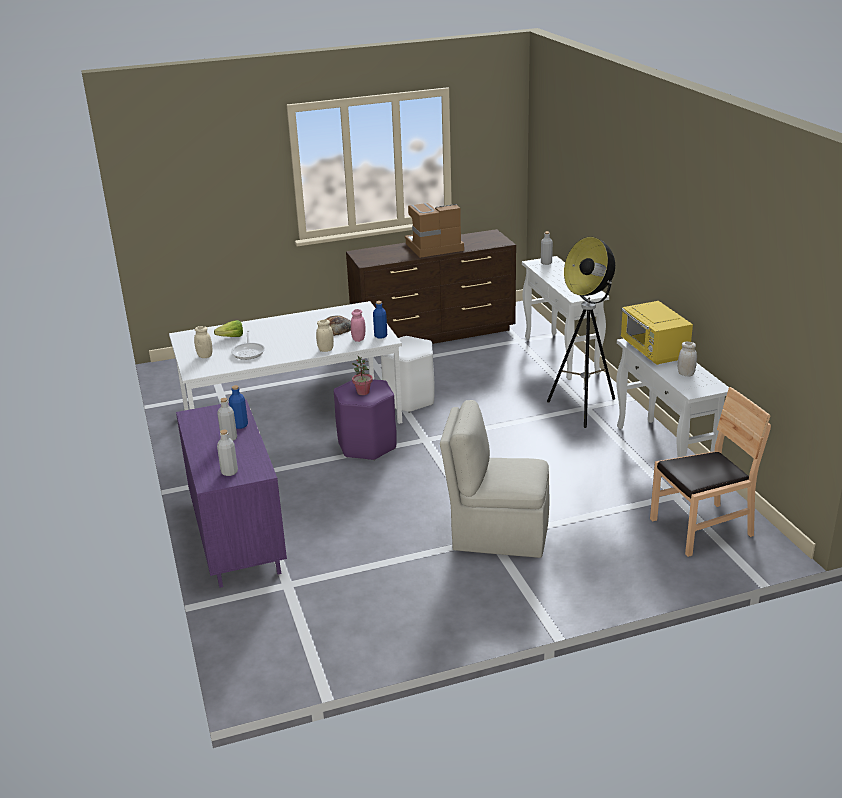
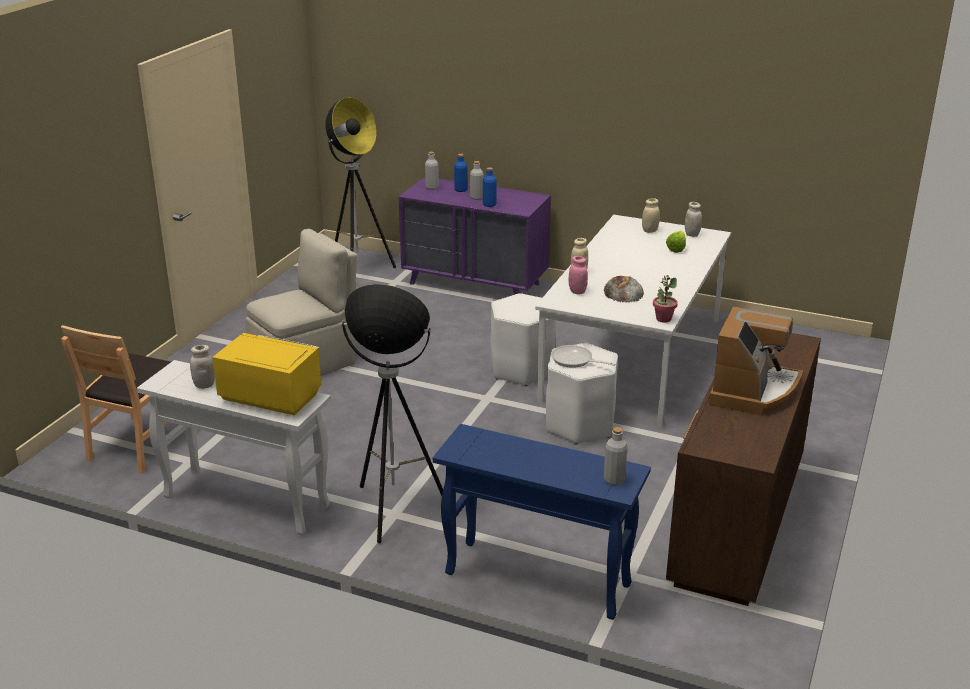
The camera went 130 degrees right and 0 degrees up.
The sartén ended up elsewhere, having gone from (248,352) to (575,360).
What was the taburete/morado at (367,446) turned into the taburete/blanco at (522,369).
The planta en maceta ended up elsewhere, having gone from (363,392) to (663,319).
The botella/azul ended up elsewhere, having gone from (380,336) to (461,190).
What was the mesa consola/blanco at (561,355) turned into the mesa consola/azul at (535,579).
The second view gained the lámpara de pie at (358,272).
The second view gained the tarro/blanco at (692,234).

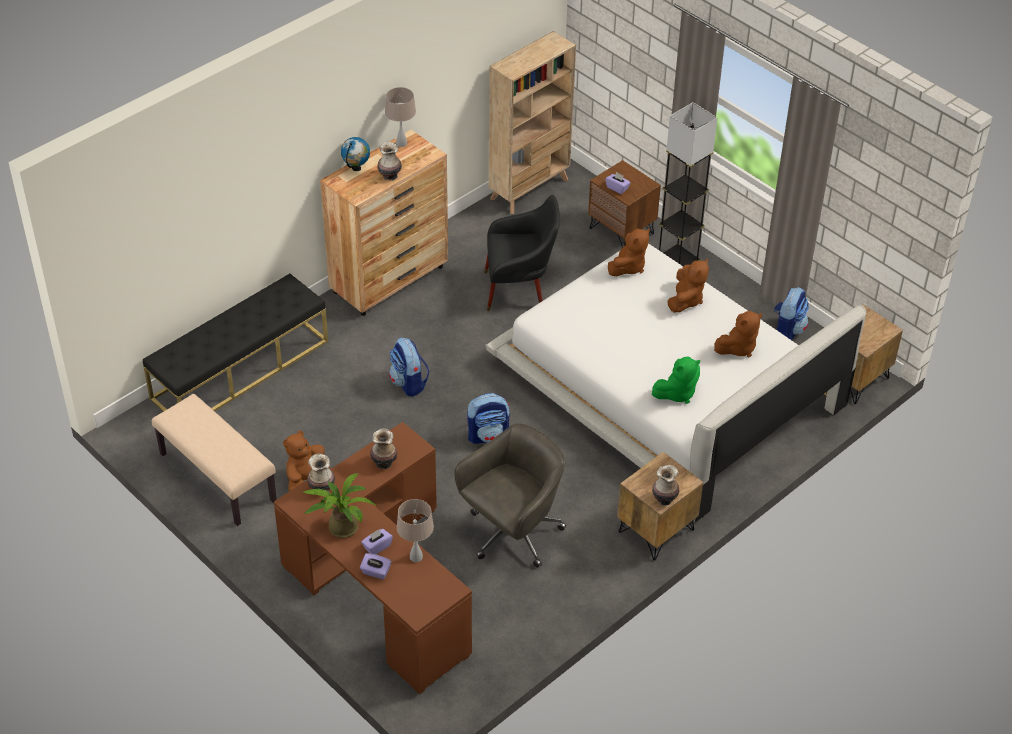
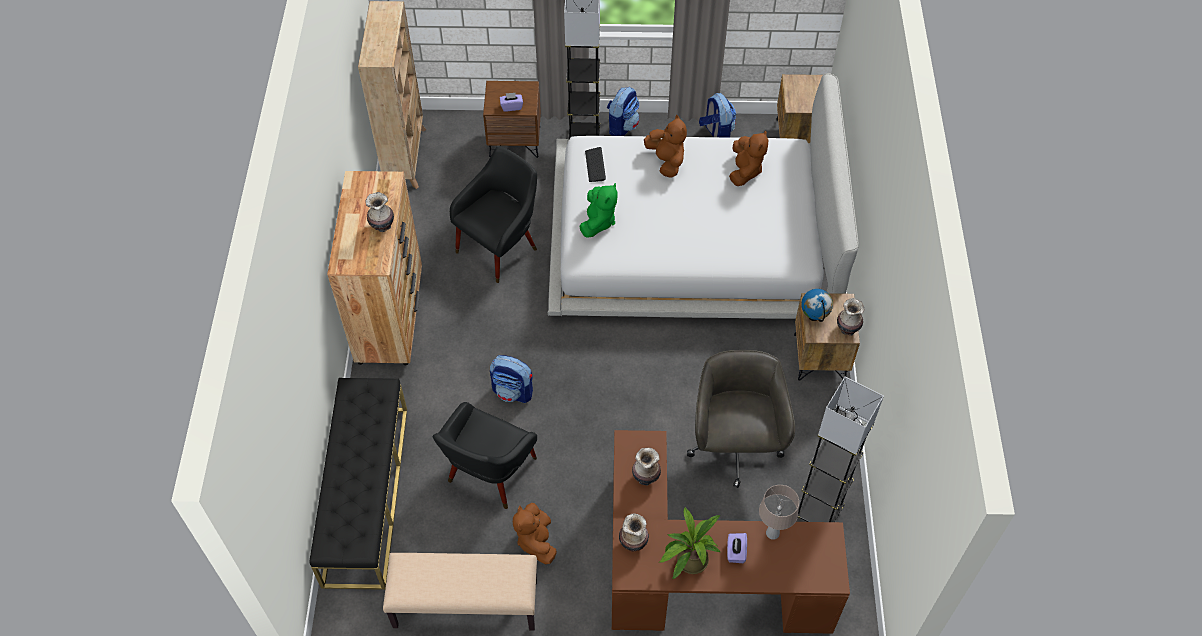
The camera went 45 degrees left and 10 degrees up.
The globo terráqueo ended up elsewhere, having gone from (356,168) to (814,317).
The second view lost the caja de pañuelos/morado at (375,572).
The second view lost the lámpara de mesa/beis at (401,143).
The mochila ended up elsewhere, having gone from (488,435) to (622,126).
Where the peluche/marrón stood at (628,267), the teclado came to stand at (595,165).
The peluche/verde ended up elsewhere, having gone from (677,393) to (598,222).
The second view gained the sillón/negro at (489,475).
The second view gained the lámpara de pie/gris at (818,512).

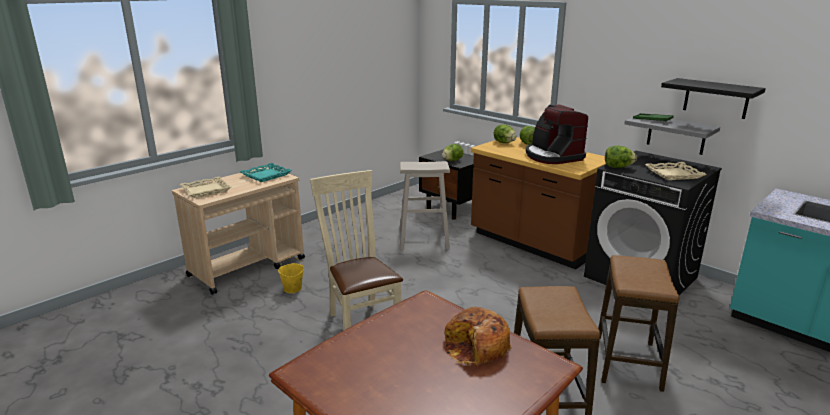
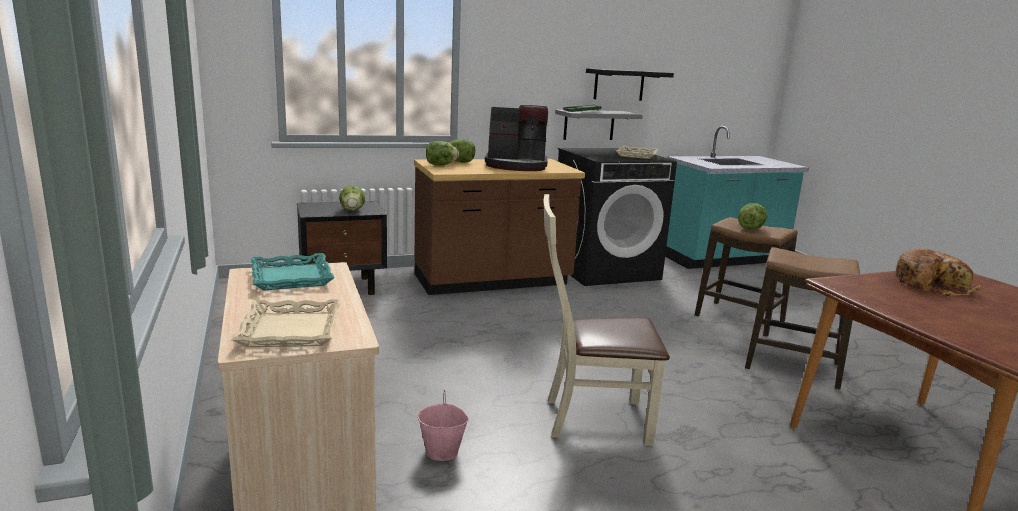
The camera went 65 degrees left and 5 degrees down.
What was the cubo/amarillo at (292,289) turned into the cubo/rosa at (442,451).
The second view lost the taburete/beis at (424,238).
The lechuga ended up elsewhere, having gone from (617,167) to (750,228).

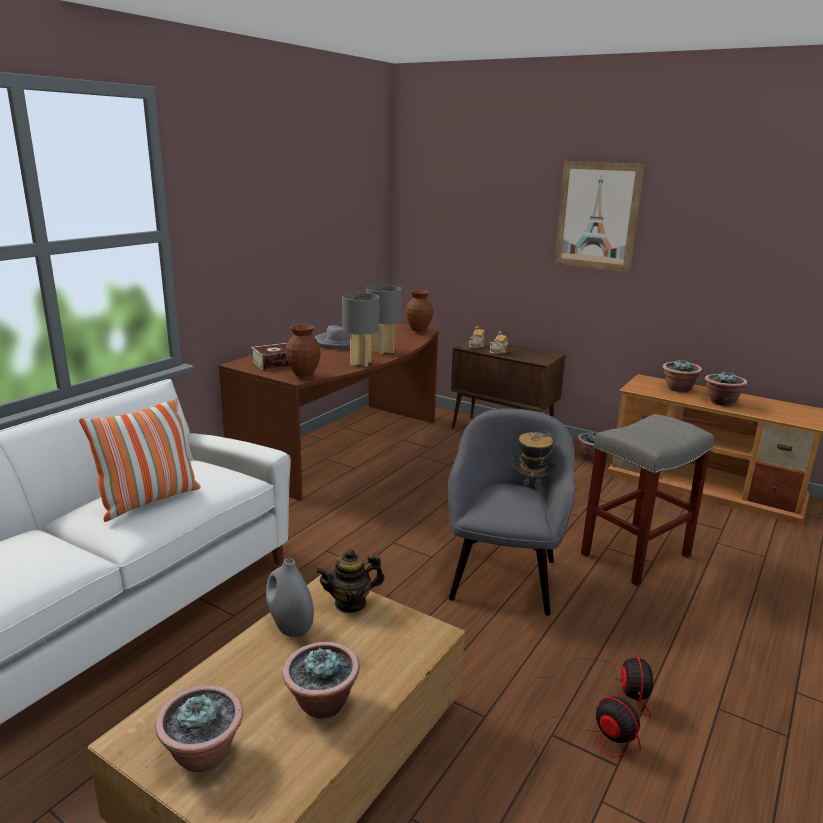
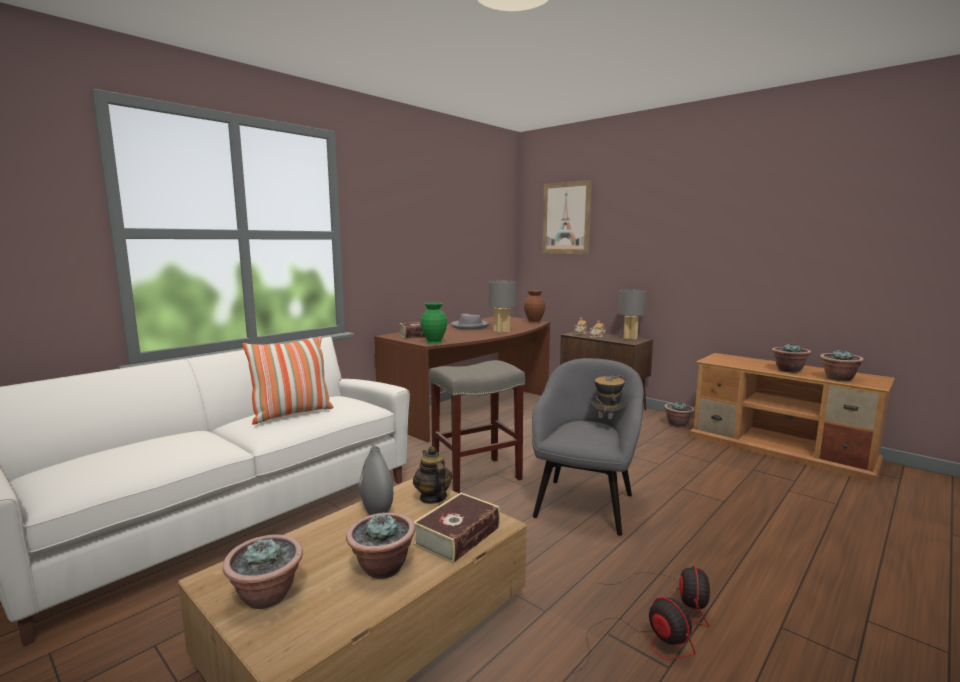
The camera went 10 degrees right and 10 degrees down.
What was the florero/marrón at (303,376) turned into the florero/verde at (433,342).
The tetera at (350,603) ended up facing another way, 75 degrees clockwise from before.
The lámpara de mesa/gris ended up elsewhere, having gone from (361,363) to (630,338).
The cuadro ended up elsewhere, having gone from (597,216) to (566,218).
The taburete/gris ended up elsewhere, having gone from (636,554) to (477,475).
The planta en maceta ended up elsewhere, having gone from (678,389) to (838,378).
The second view gained the libro at (457,536).

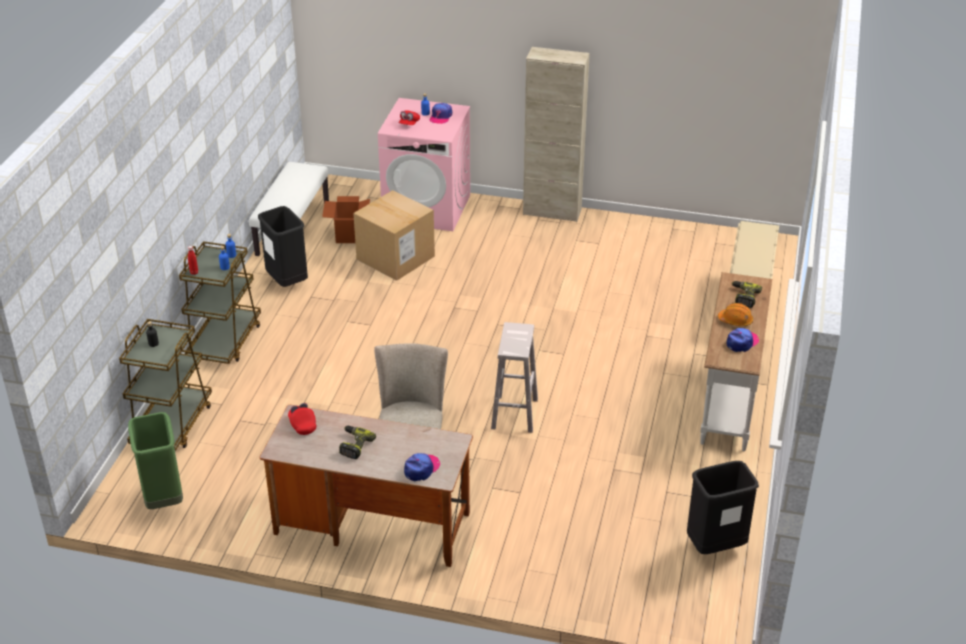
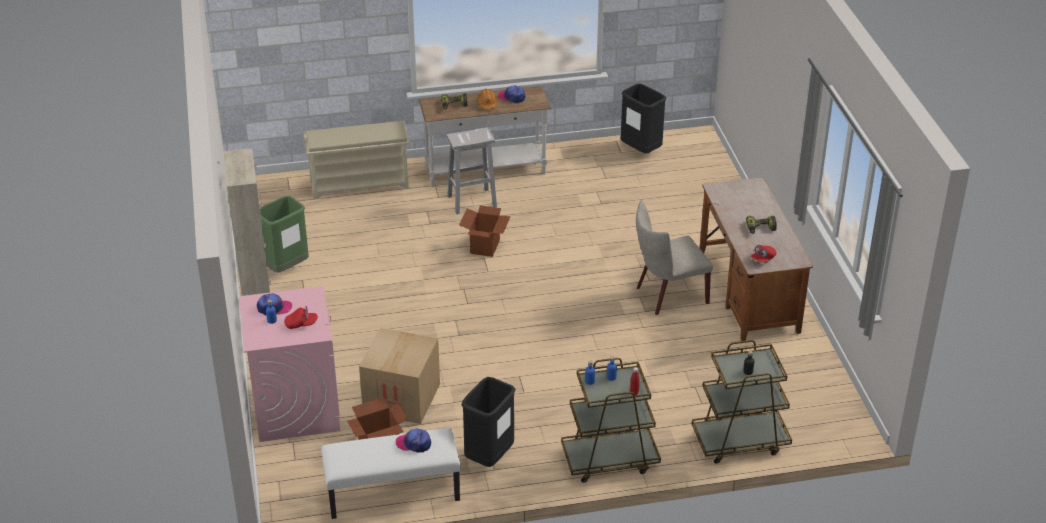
The camera went 115 degrees left and 0 degrees up.
The papelera/verde ended up elsewhere, having gone from (163,499) to (286,268).
The gorra ended up elsewhere, having gone from (421,469) to (414,443).
The taburete/blanco ended up elsewhere, having gone from (514,414) to (472,201).
The second view gained the caja de cartón at (485,246).

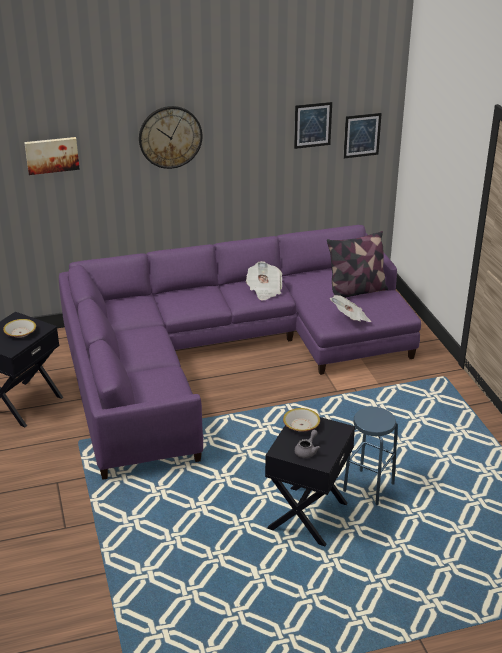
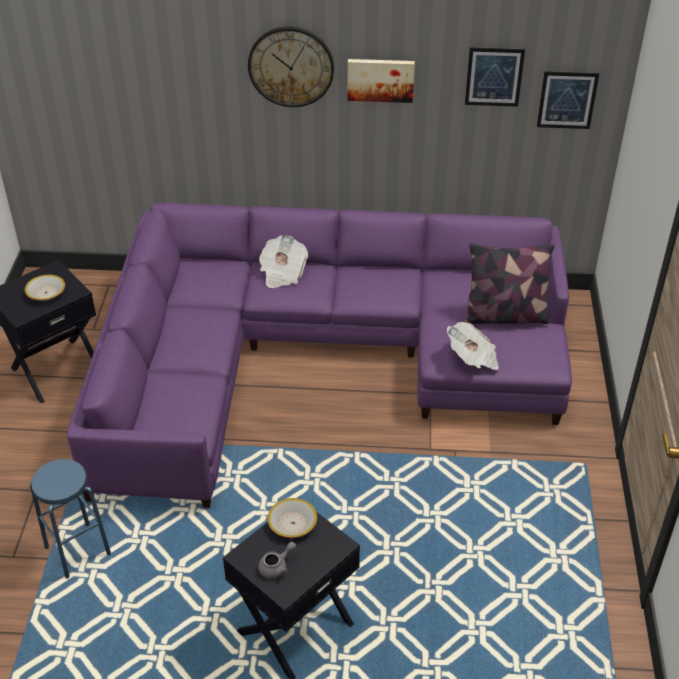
The camera went 20 degrees right and 10 degrees up.
The cuadro ended up elsewhere, having gone from (52,155) to (380,79).
The periódico ended up elsewhere, having gone from (264,290) to (282,273).
The taburete/azul ended up elsewhere, having gone from (368,487) to (78,550).

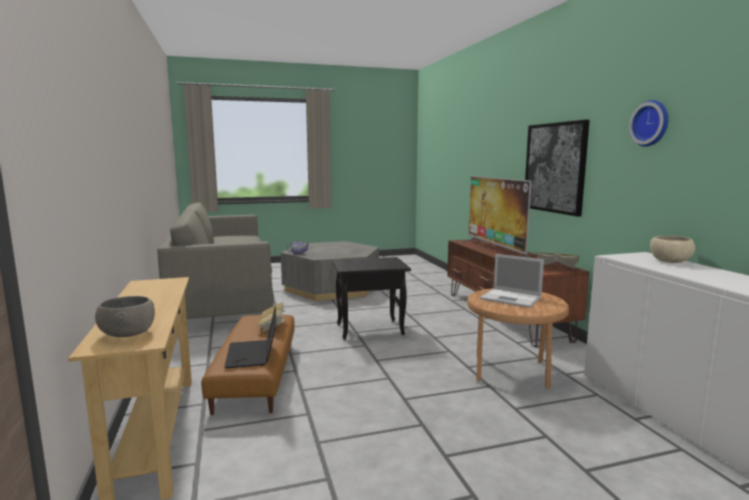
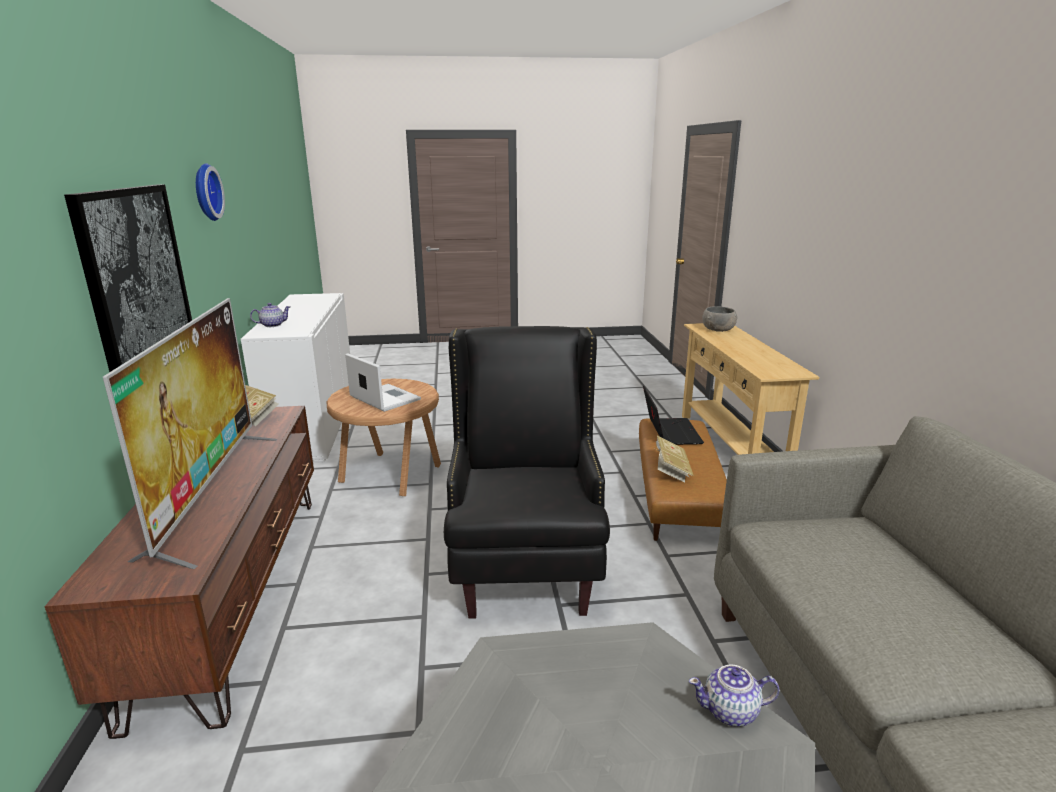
The camera went 170 degrees left and 10 degrees up.
Where the mesa auxiliar/negro stood at (369,330), the sillón/negro came to stand at (525,568).
Where the cuenco/beis stood at (670,261), the tetera came to stand at (272,325).

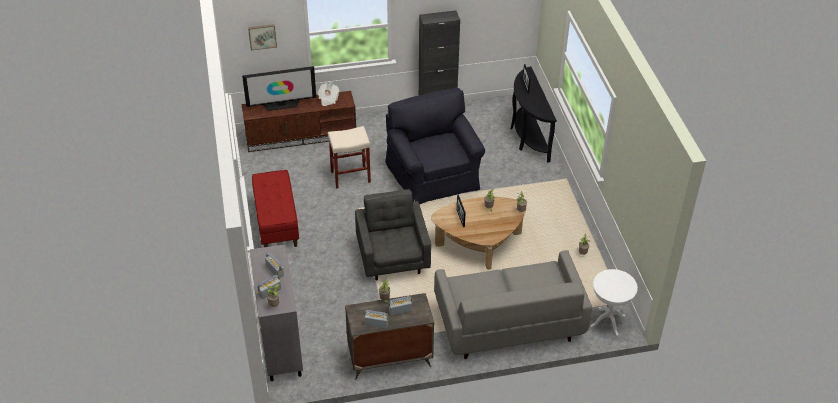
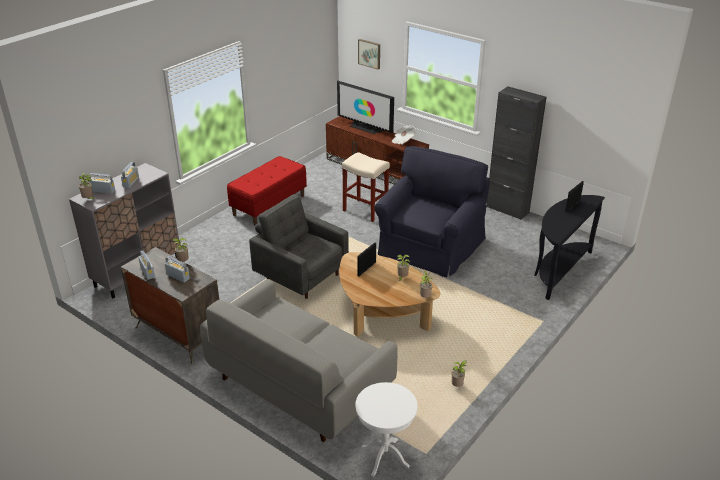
The camera went 50 degrees right and 10 degrees down.
The sillón/gris at (393,258) ended up facing another way, 90 degrees counterclockwise from before.

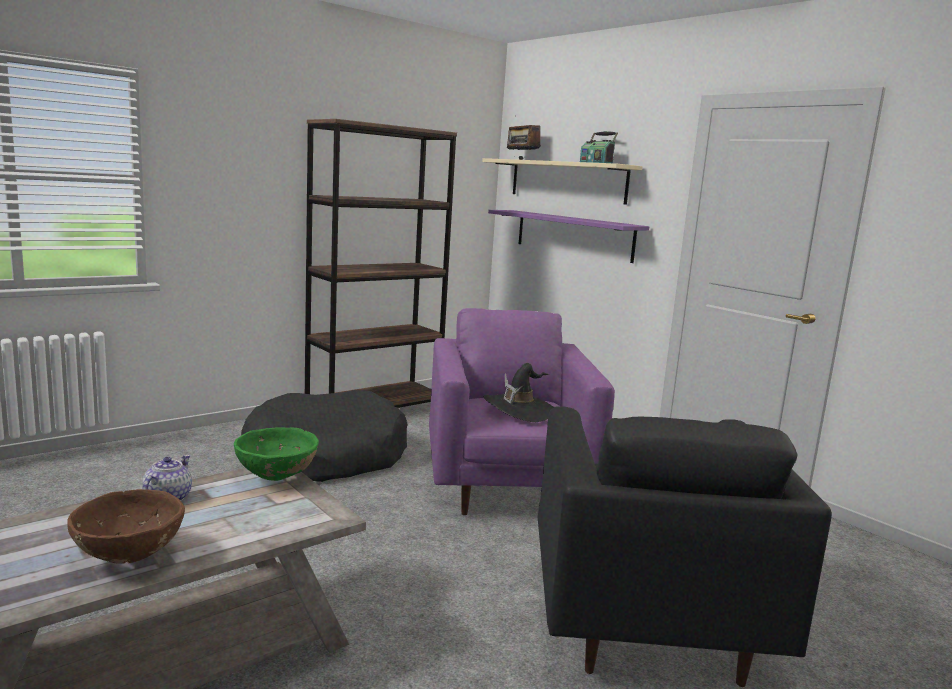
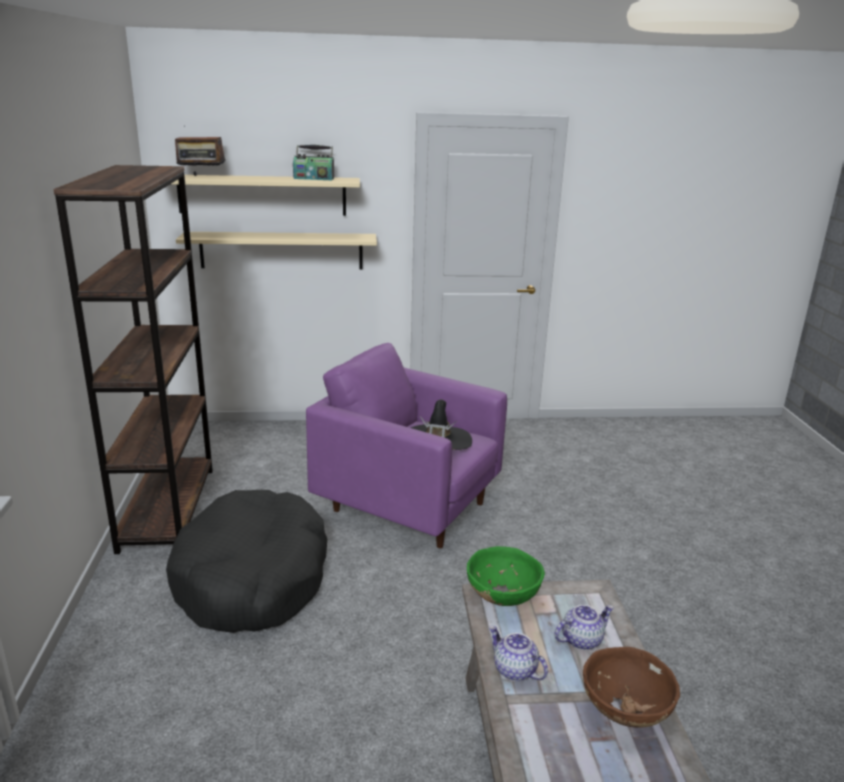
The camera went 55 degrees left and 10 degrees up.
What was the estante/morado at (573,235) turned into the estante/beis at (281,250).
The second view lost the sillón/negro at (644,617).
The second view gained the tetera at (581,639).

